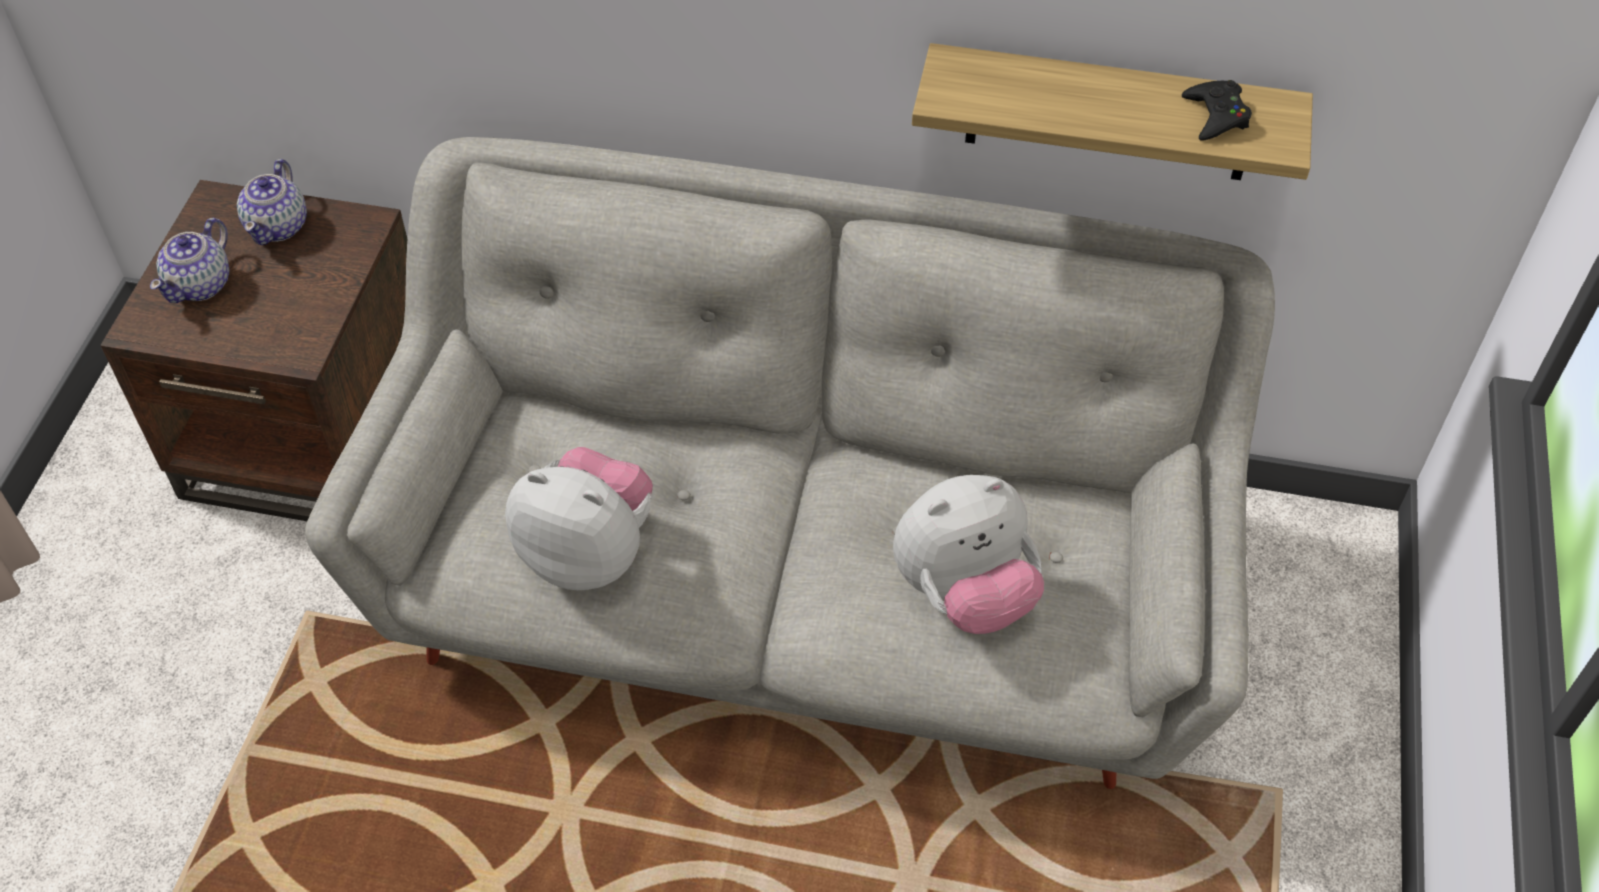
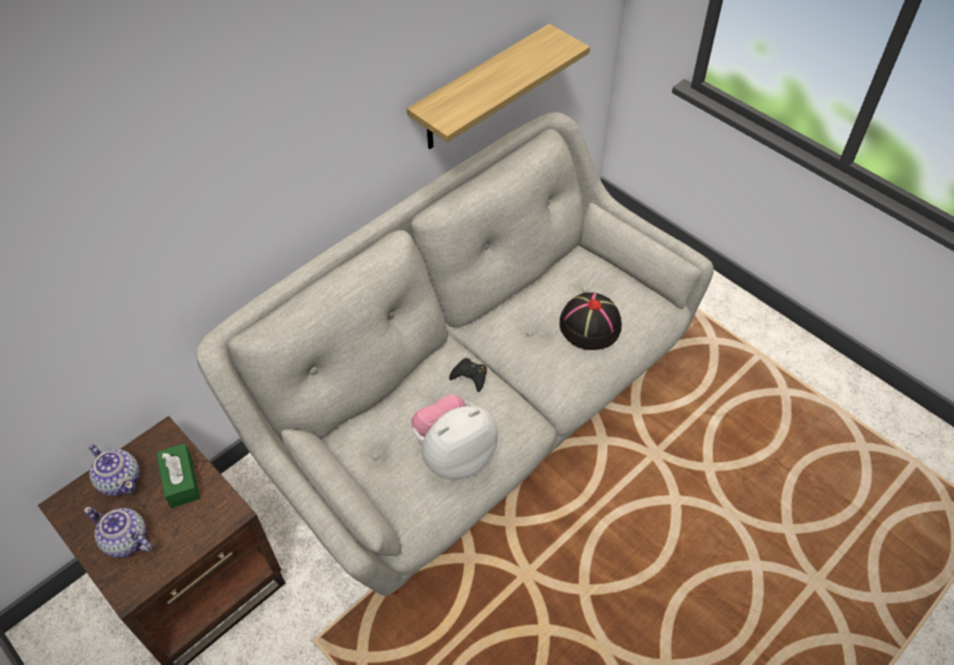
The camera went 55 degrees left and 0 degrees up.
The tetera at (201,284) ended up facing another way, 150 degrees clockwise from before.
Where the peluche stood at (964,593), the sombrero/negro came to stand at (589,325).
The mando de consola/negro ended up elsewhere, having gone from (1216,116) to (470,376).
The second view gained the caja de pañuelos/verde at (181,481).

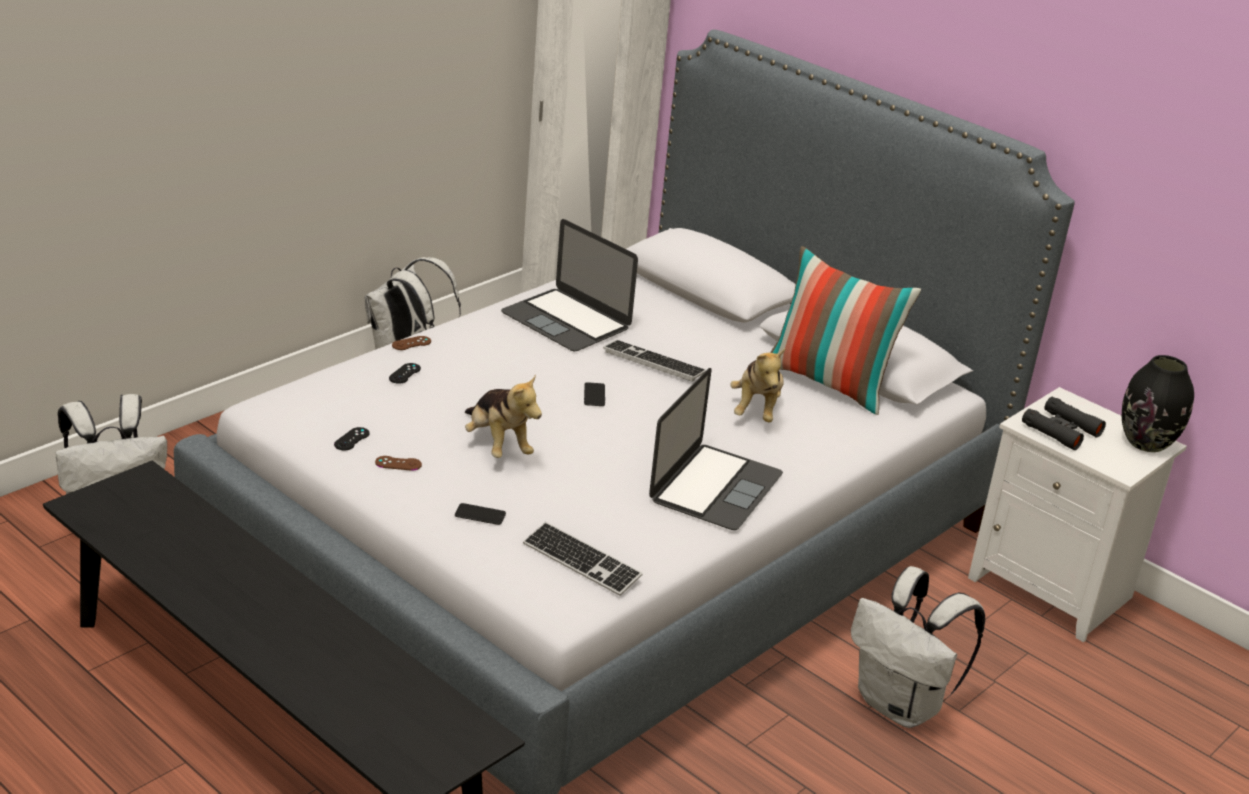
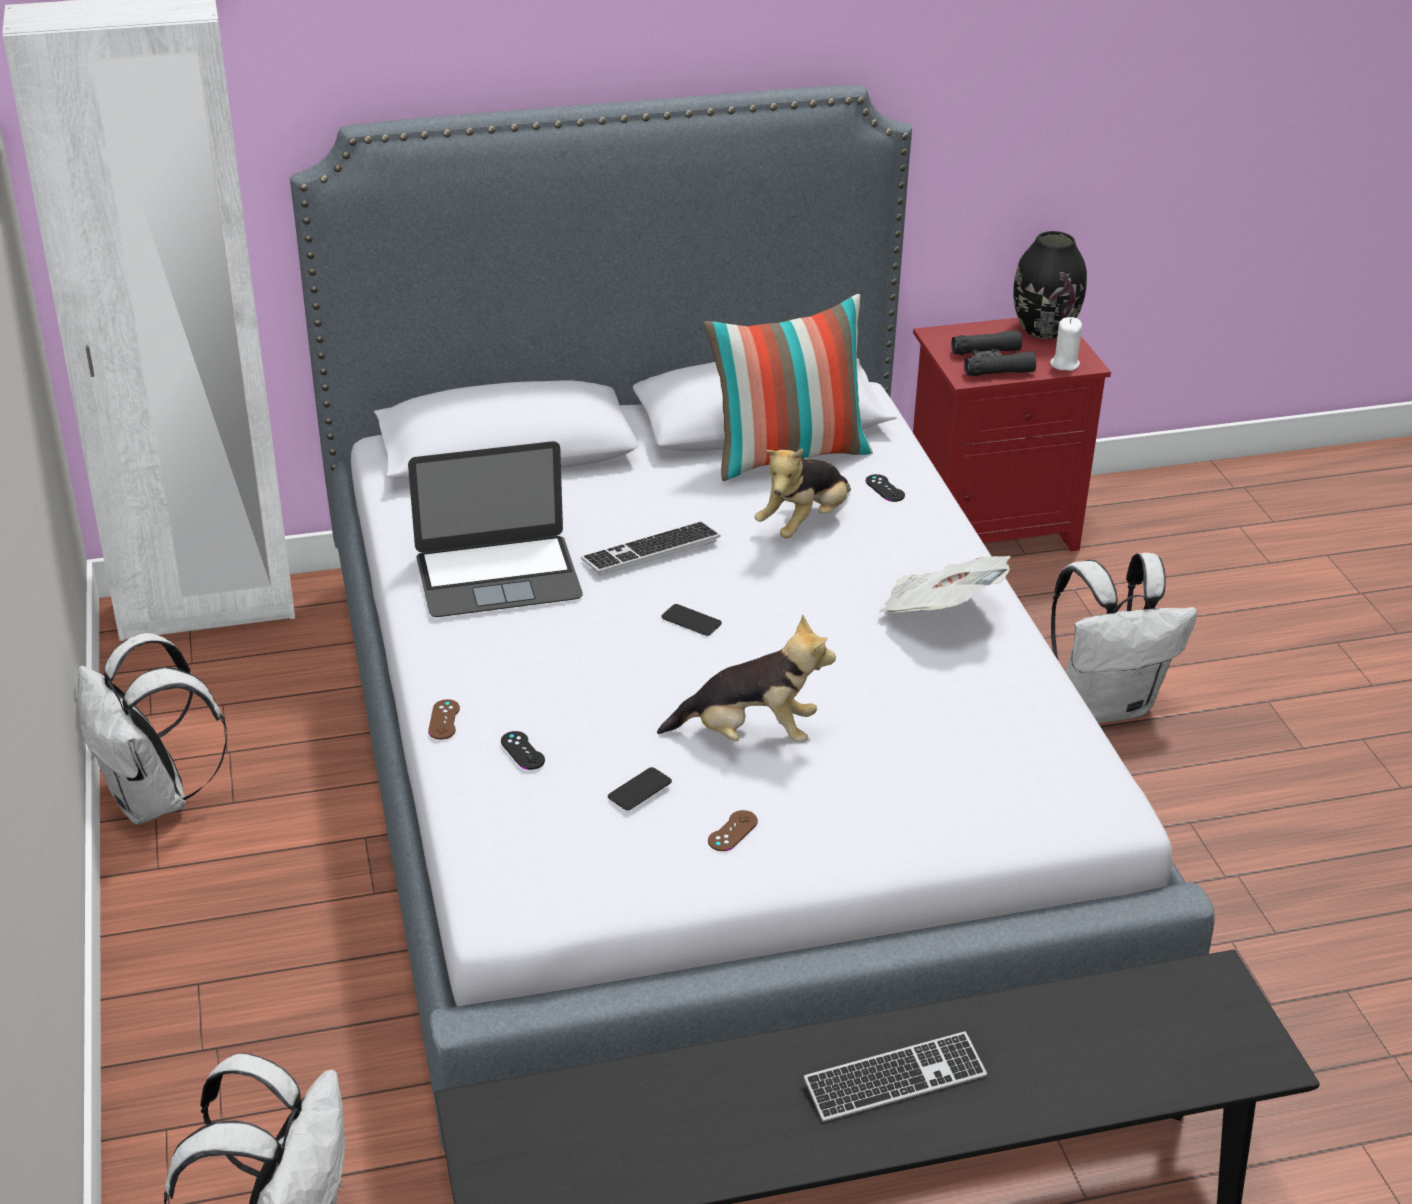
The camera went 55 degrees left and 5 degrees up.
The mando de consola/negro ended up elsewhere, having gone from (352,439) to (885,488).
The móvil ended up elsewhere, having gone from (480,515) to (639,790).
The teclado ended up elsewhere, having gone from (581,561) to (895,1080).
Where the portátil stood at (715,487), the periódico came to stand at (940,612).
The peluche at (756,409) ended up facing another way, 90 degrees clockwise from before.
What was the mesita de noche/blanco at (1054,589) turned into the mesita de noche/rojo at (991,526).
The second view gained the vela/blanco at (1064,364).

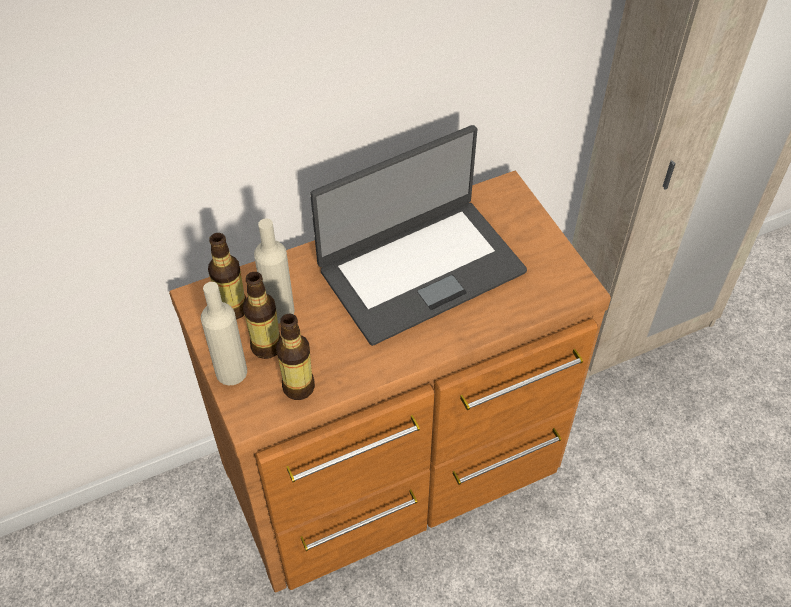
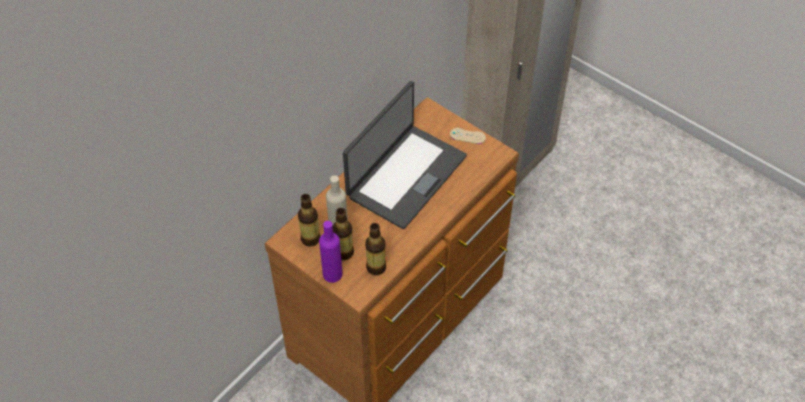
The camera went 25 degrees left and 0 degrees up.
What was the botella/beis at (231,372) turned into the botella/morado at (332,274).
The second view gained the mando de consola/beis at (467,136).

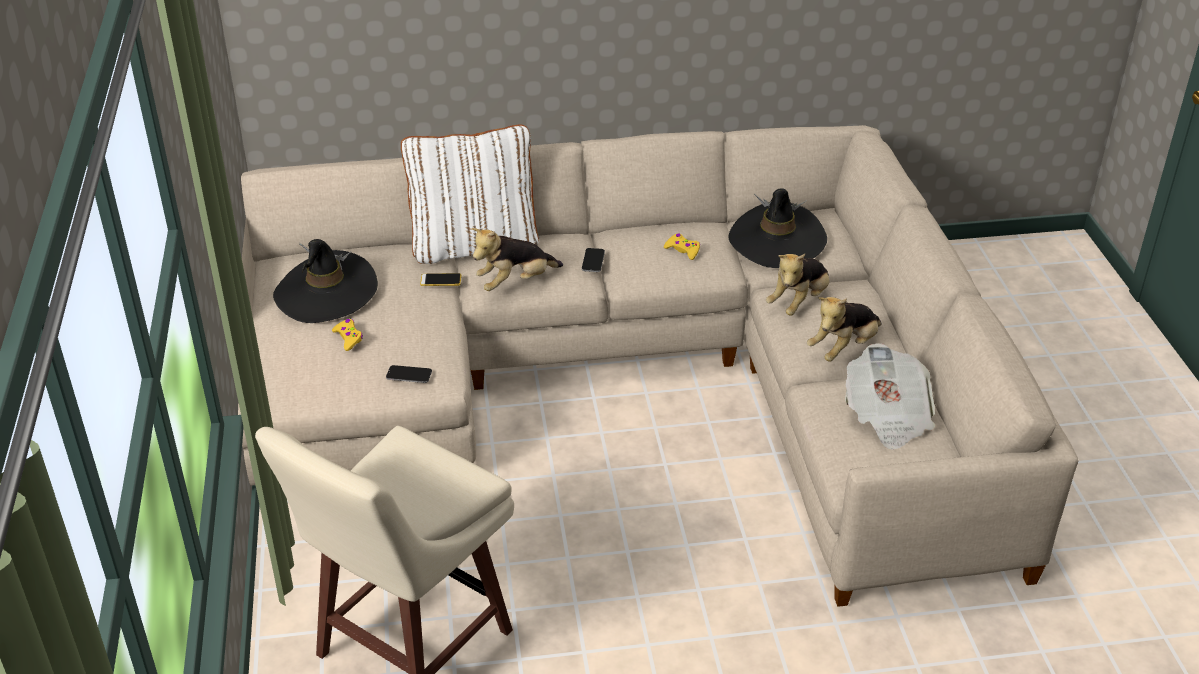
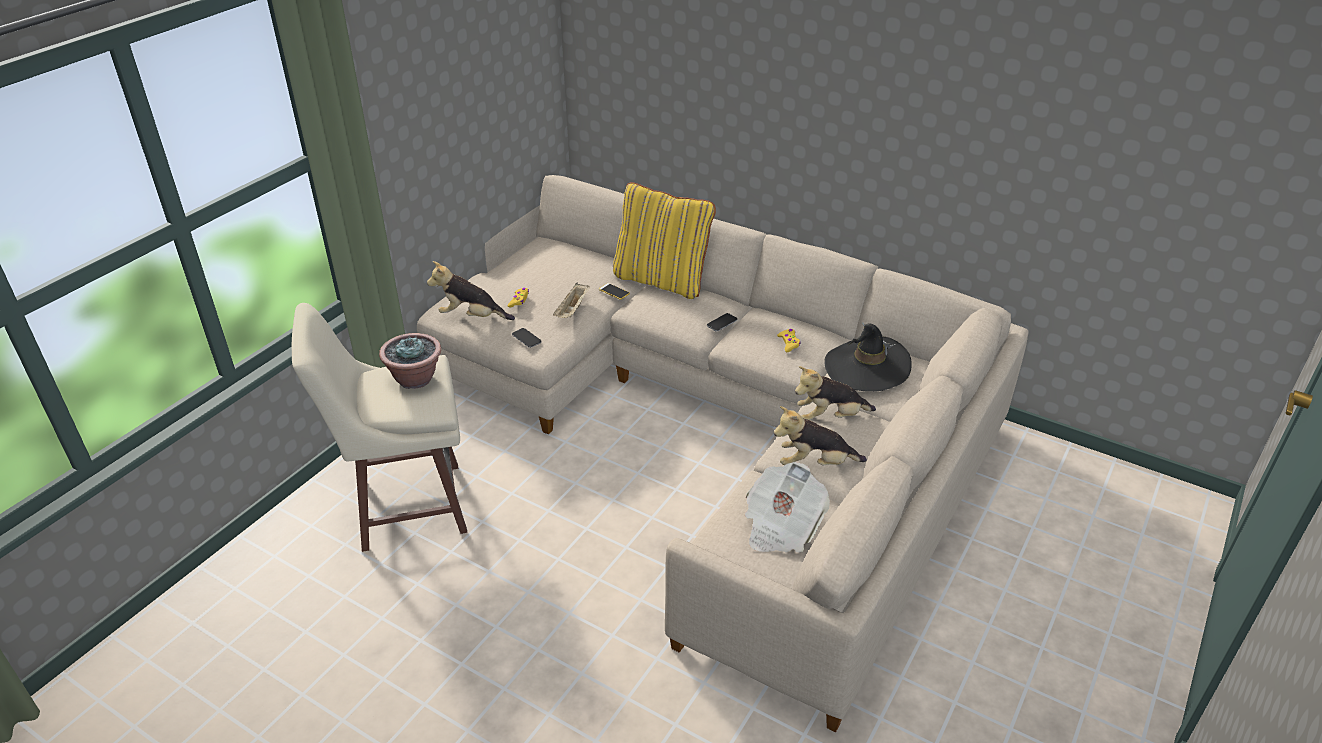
The camera went 40 degrees right and 0 degrees up.
The second view lost the sombrero/negro at (326,293).
What was the cojín/blanco at (474,245) turned into the cojín/amarillo at (662,280).
The peluche ended up elsewhere, having gone from (515,283) to (472,317).
The second view gained the planta en maceta at (415,379).
The second view gained the bandeja/beis at (572,310).

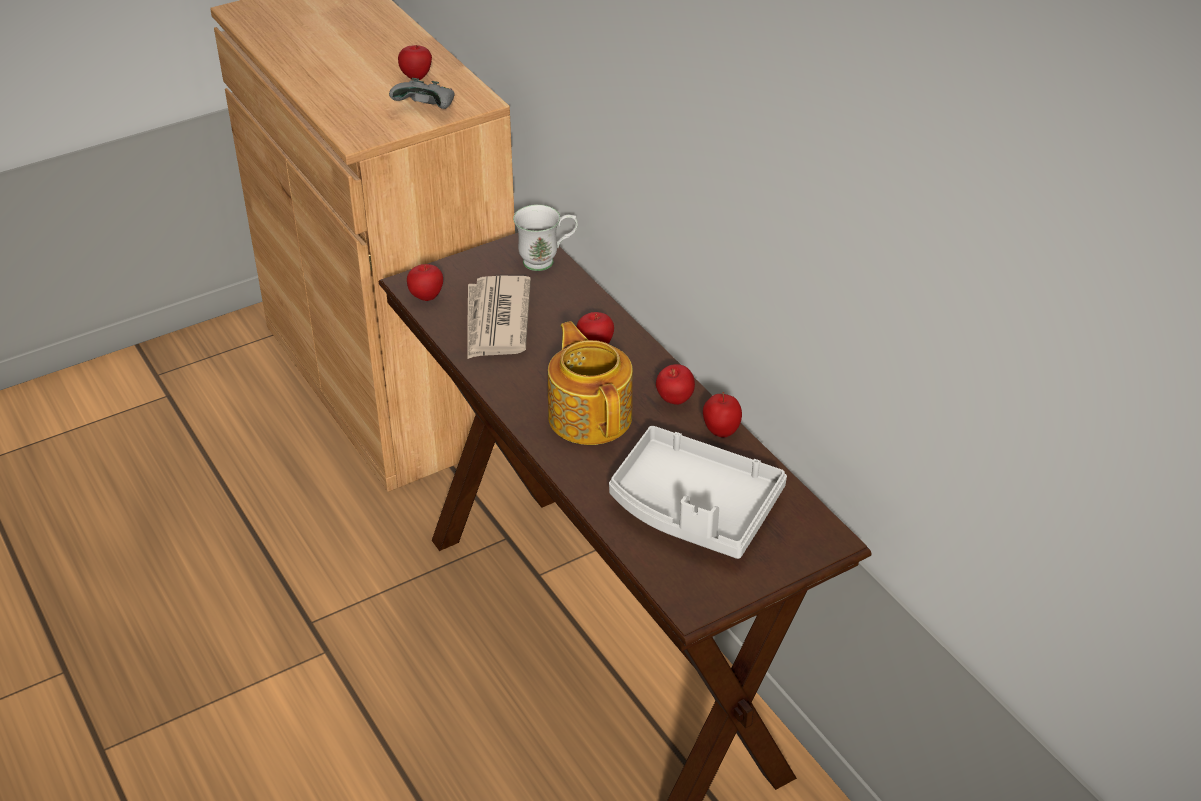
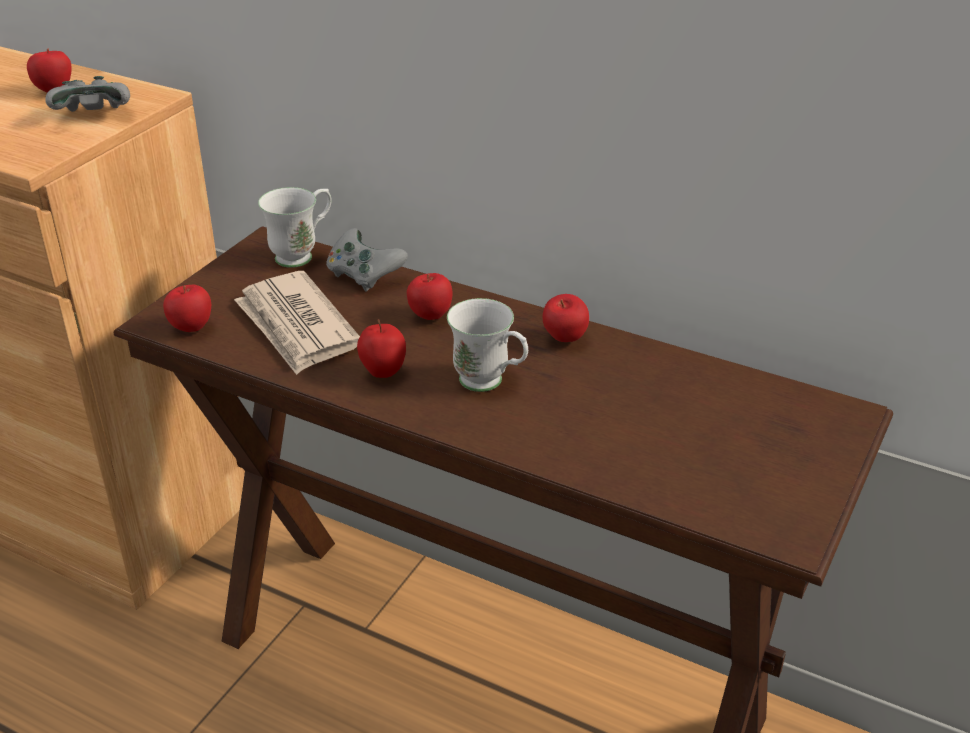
The camera went 30 degrees left and 5 degrees down.
Where the tetera stood at (590,415), the taza grande/blanco came to stand at (490,384).
The second view lost the bandeja/gris at (693,508).
The manzana ended up elsewhere, having gone from (721,433) to (383,373).
The second view gained the mando de consola/gris at (364,276).

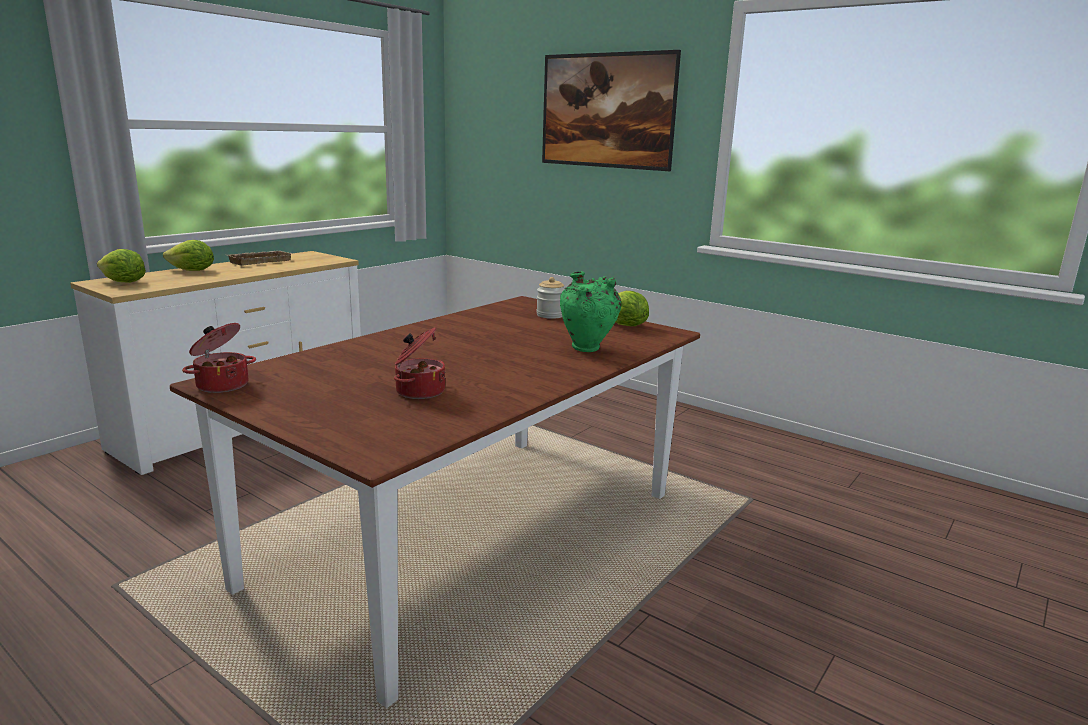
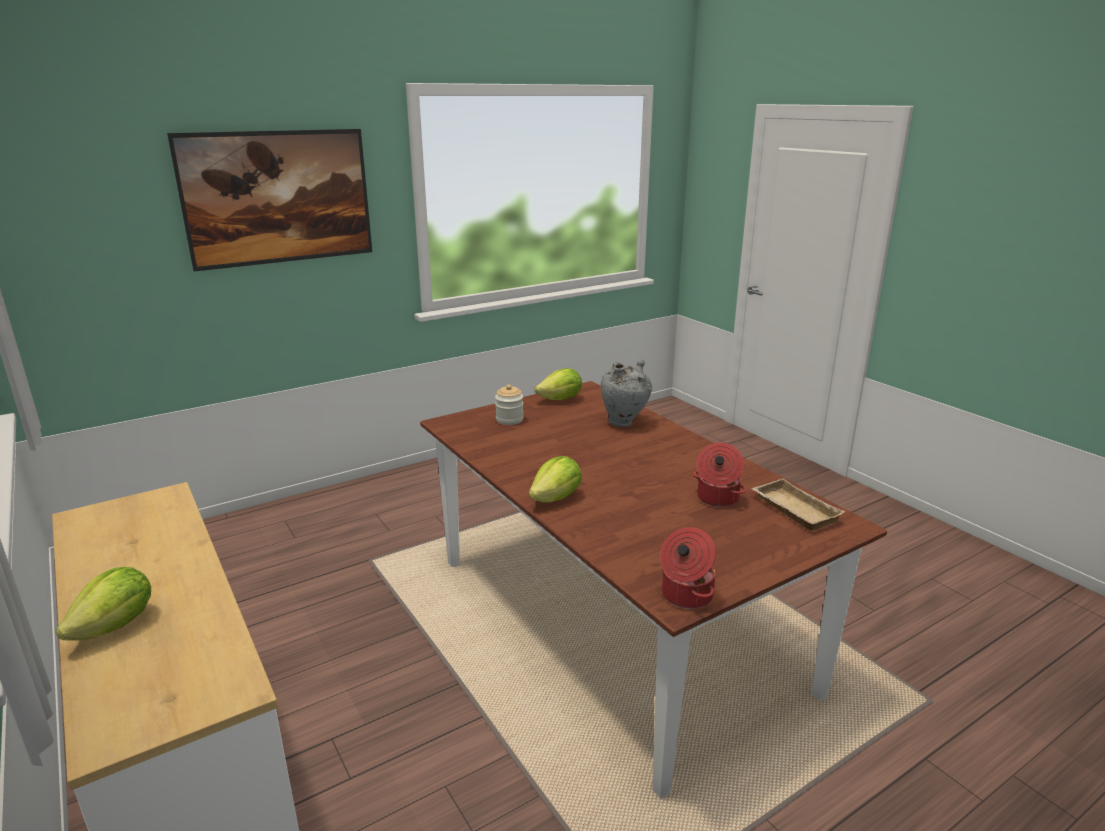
The camera went 70 degrees left and 5 degrees up.
The lechuga ended up elsewhere, having gone from (123,282) to (556,498).
The bandeja/beis ended up elsewhere, having gone from (260,261) to (792,510).
What was the florero/verde at (587,350) turned into the florero/gris at (624,423).

